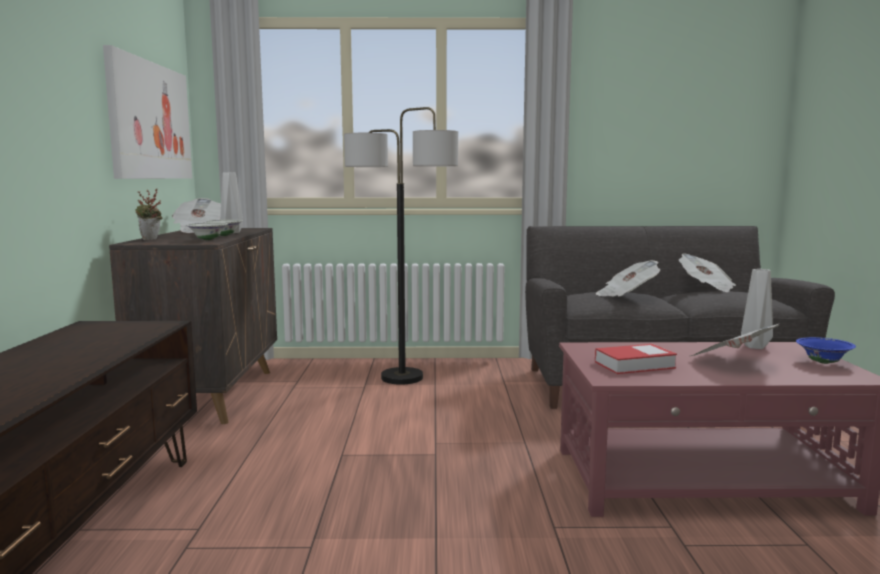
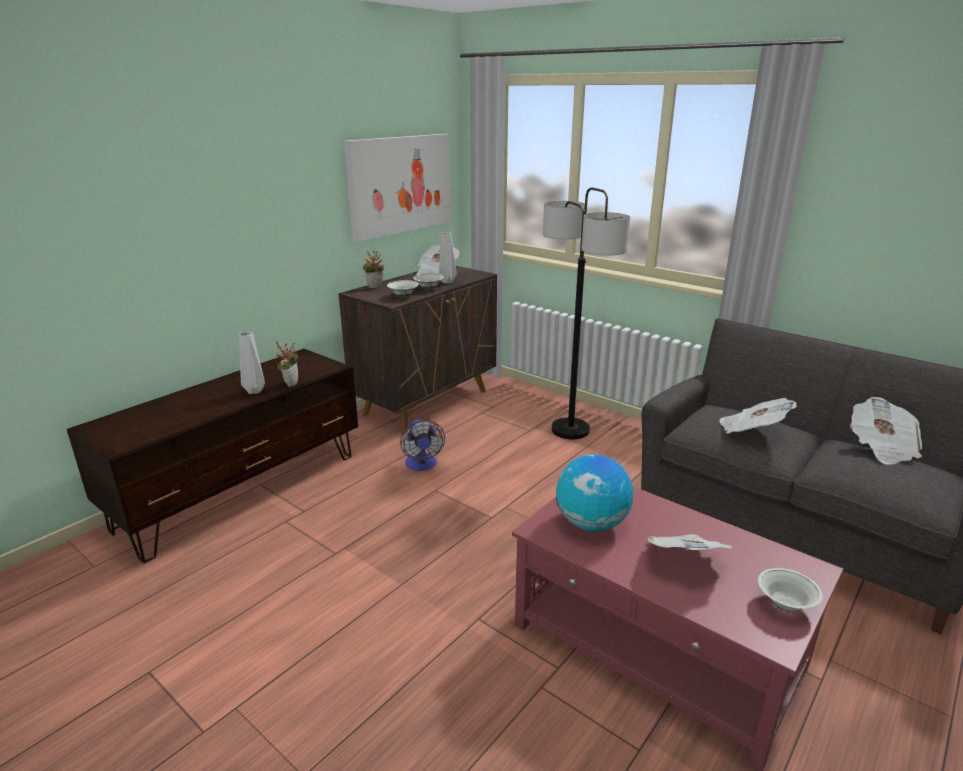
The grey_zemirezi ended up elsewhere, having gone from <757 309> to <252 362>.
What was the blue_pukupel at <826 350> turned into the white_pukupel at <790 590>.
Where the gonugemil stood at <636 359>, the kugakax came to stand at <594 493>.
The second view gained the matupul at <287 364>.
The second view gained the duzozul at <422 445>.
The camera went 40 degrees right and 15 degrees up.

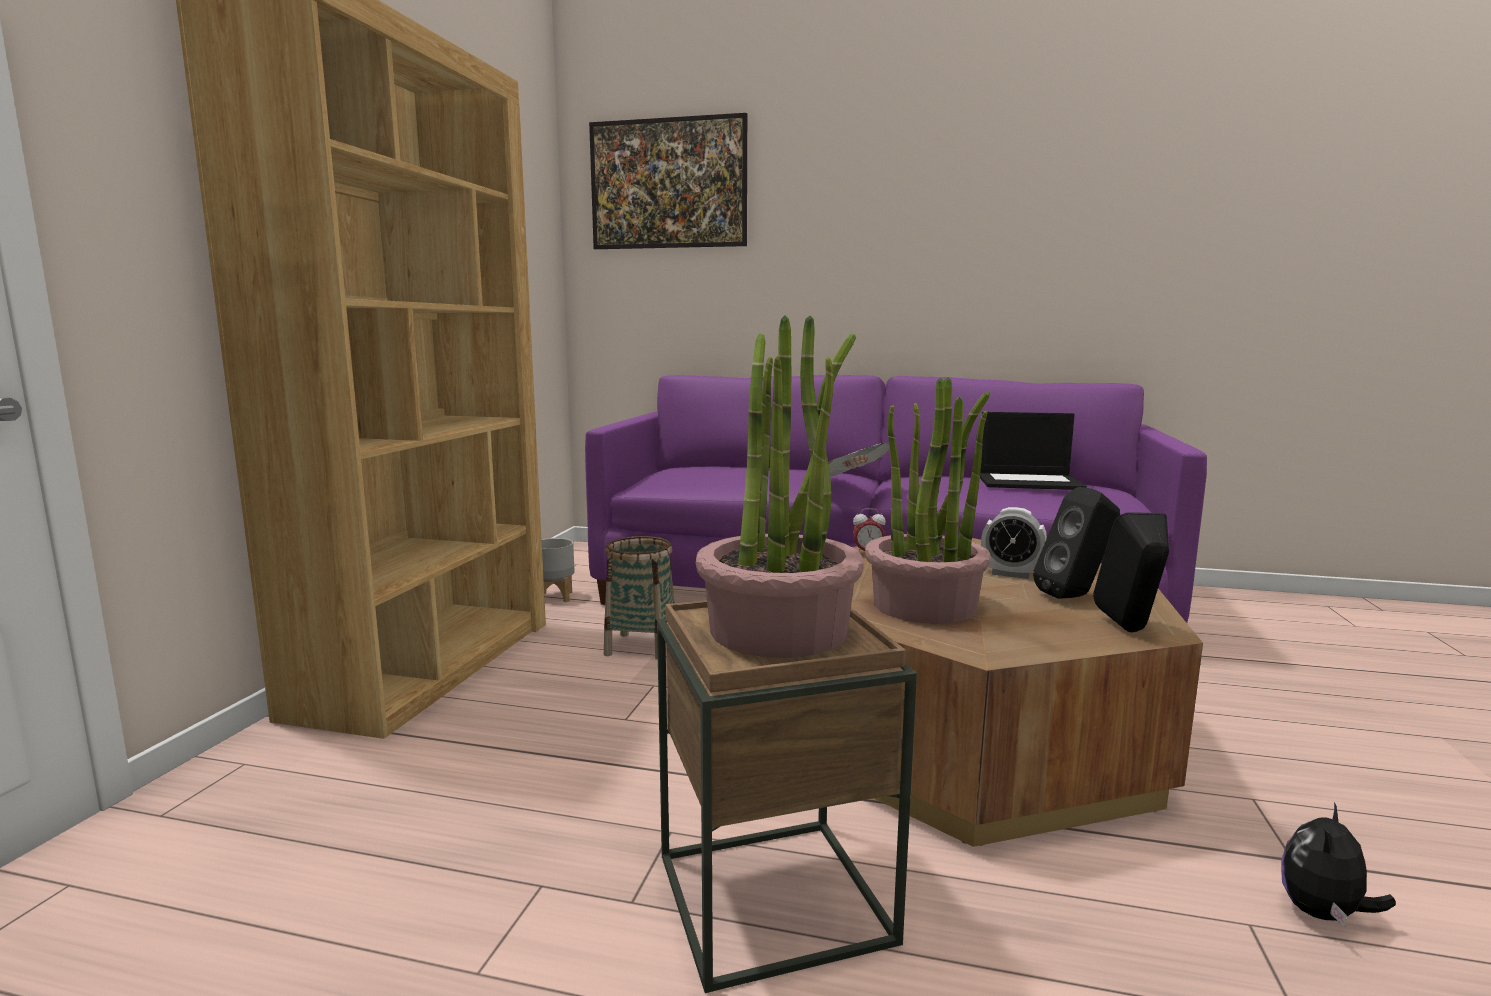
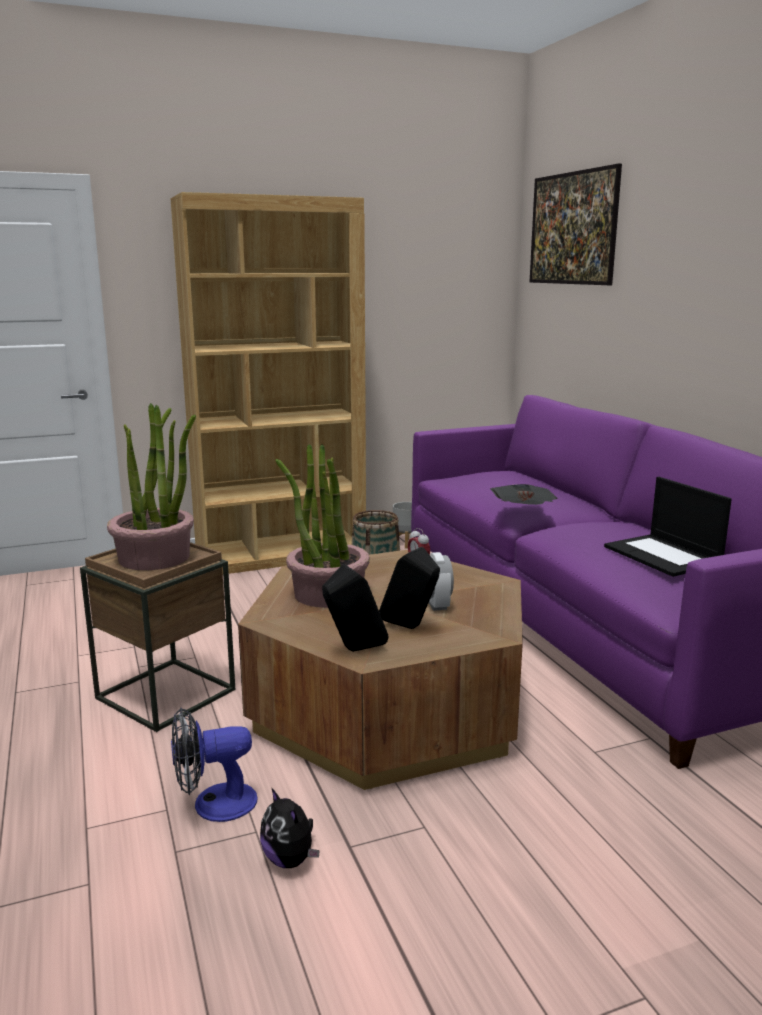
The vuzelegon at <1338 864> ended up facing another way, 135 degrees counterclockwise from before.
The second view gained the duzozul at <214 765>.
The camera went 55 degrees right and 5 degrees up.

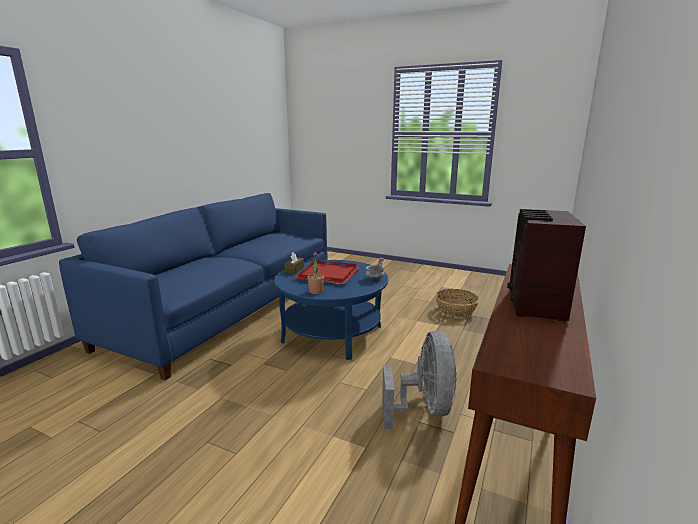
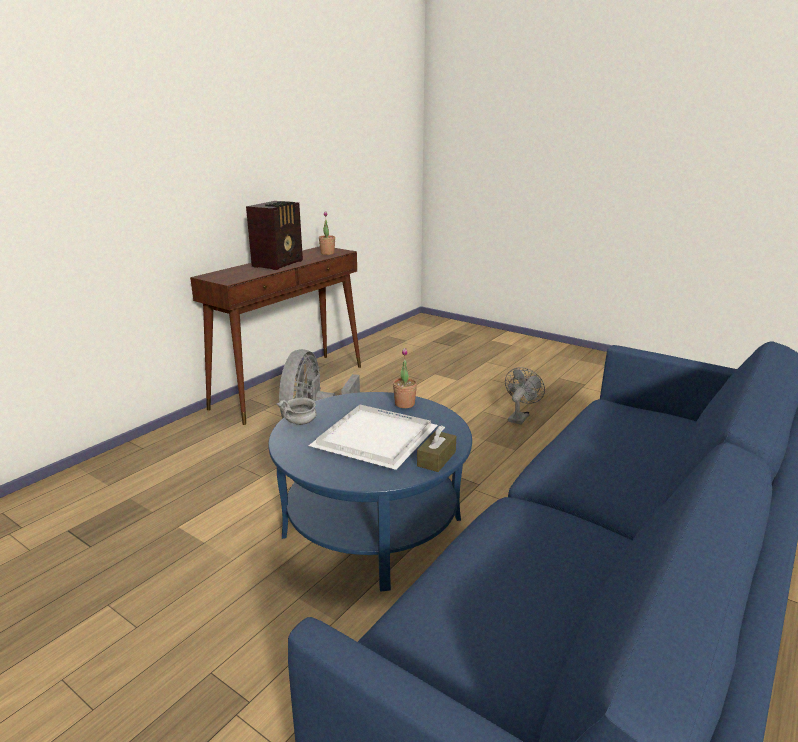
What was the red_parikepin at <327 272> turned into the white_parikepin at <373 437>.
The second view lost the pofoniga at <457 303>.
The second view gained the matupul at <327 233>.
The second view gained the grey_duzozul at <525 396>.
The camera went 170 degrees left and 5 degrees up.

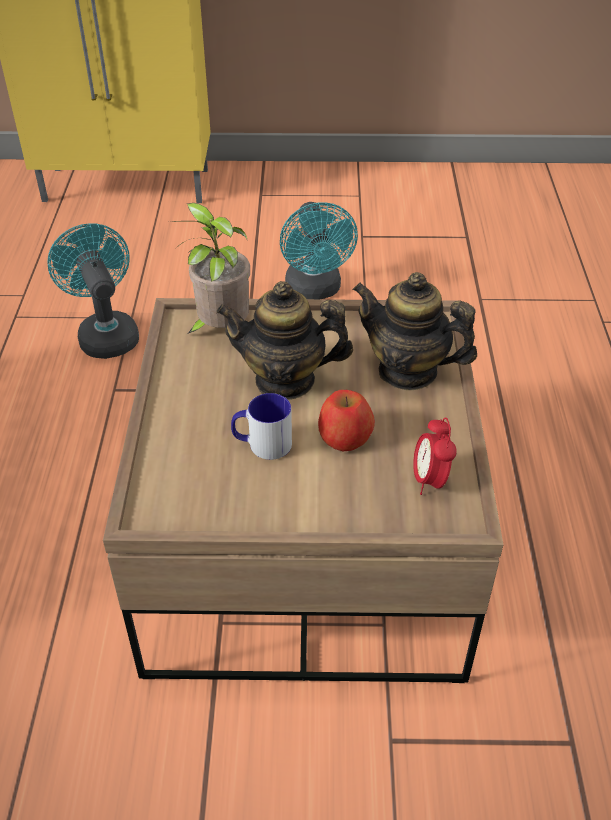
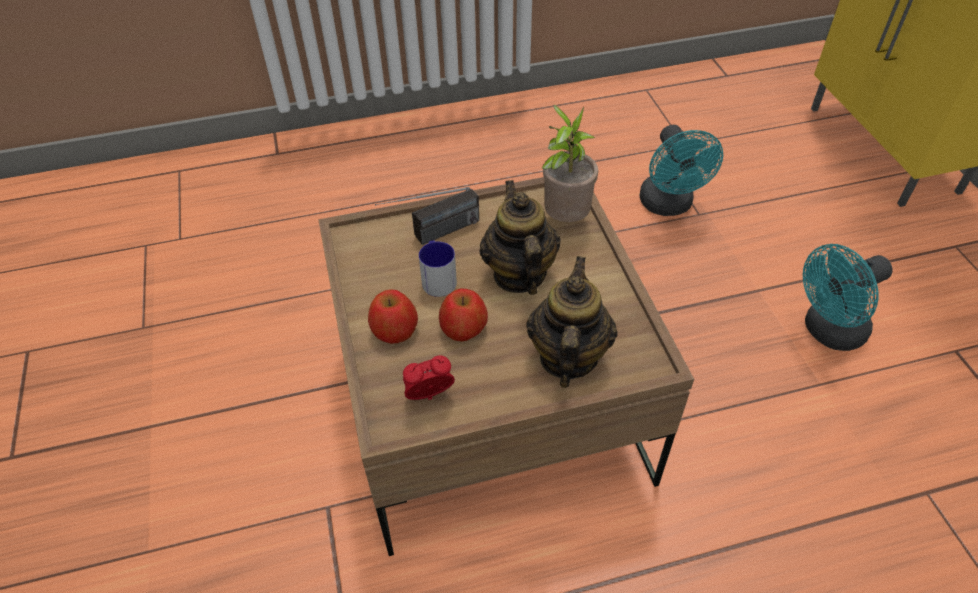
The turquoise_duzozul at <93 291> ended up facing another way, 120 degrees clockwise from before.
The second view gained the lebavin at <427 216>.
The second view gained the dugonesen at <393 316>.
The camera went 75 degrees right and 5 degrees up.

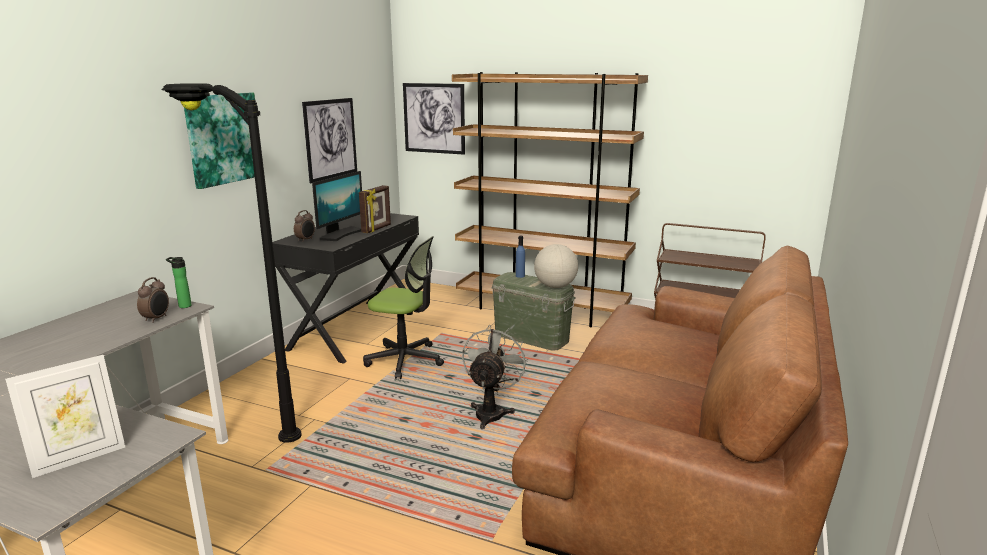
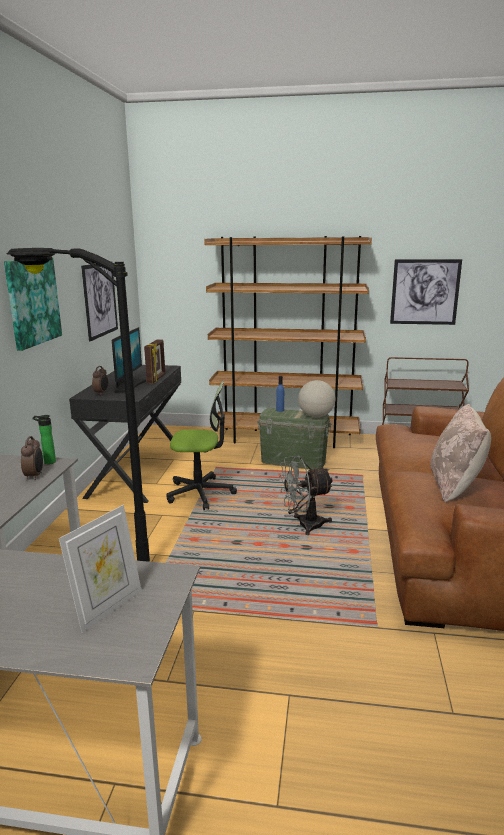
The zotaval ended up elsewhere, having gone from <434 119> to <426 292>.
The grey_duzozul at <495 377> ended up facing another way, 105 degrees counterclockwise from before.
The second view gained the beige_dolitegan at <461 453>.
The camera went 15 degrees left and 0 degrees up.

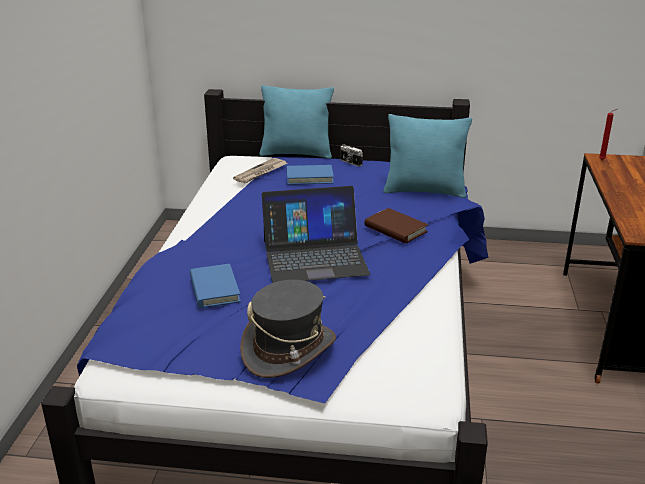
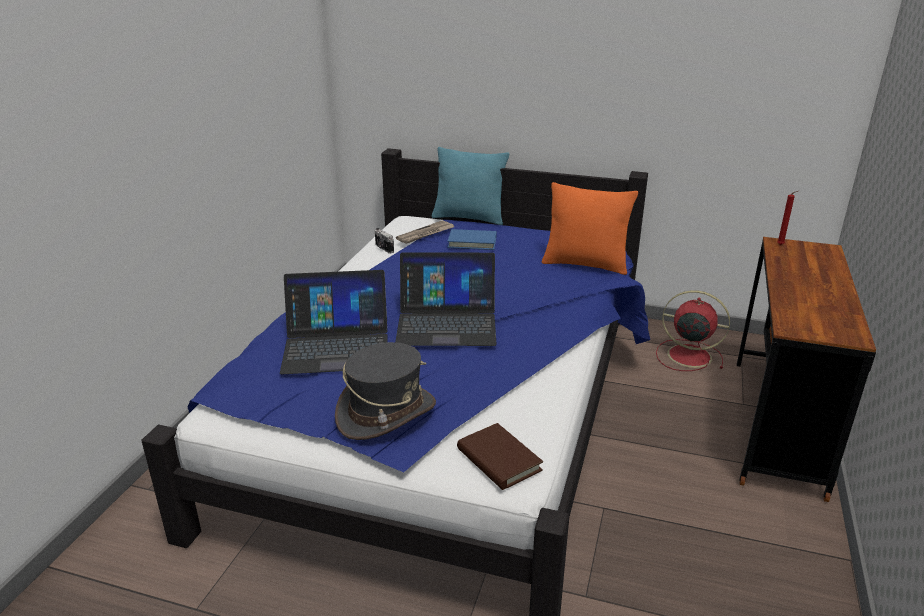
What was the turquoise_dolitegan at <427 156> turned into the orange_dolitegan at <590 228>.
The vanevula ended up elsewhere, having gone from <351 155> to <384 240>.
The brown_gonugemil ended up elsewhere, having gone from <396 226> to <500 456>.
Where the blue_gonugemil stood at <215 286>, the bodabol came to stand at <334 322>.
The second view gained the red_duzozul at <693 330>.
The camera went 10 degrees right and 0 degrees up.

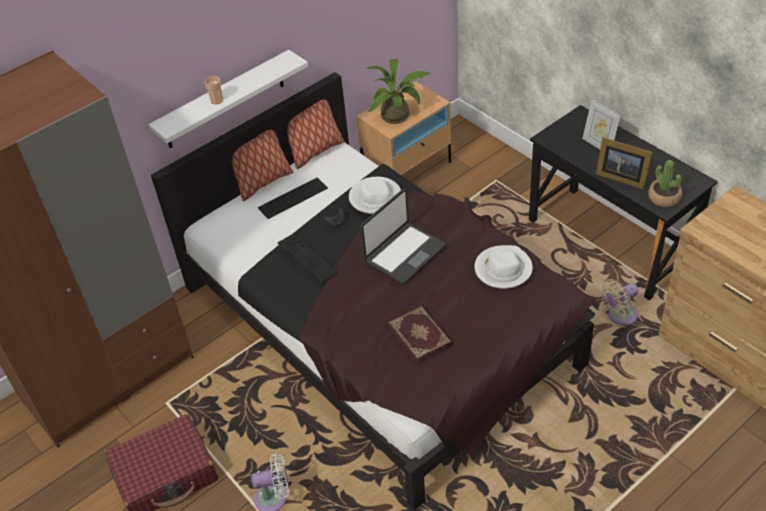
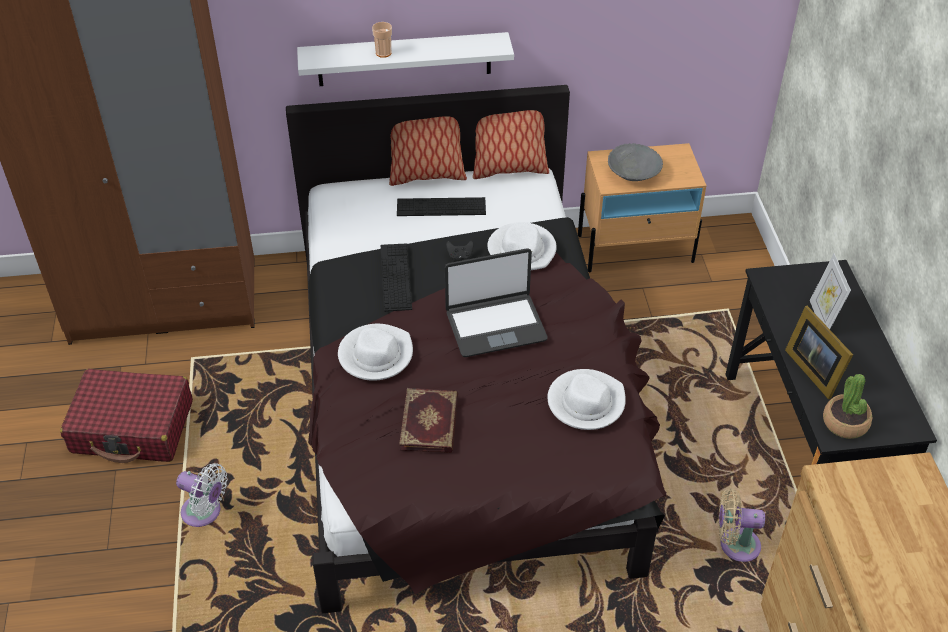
Where the matupul stood at <398 91>, the grey_pukupel came to stand at <635 162>.
The second view gained the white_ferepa at <375 352>.
The camera went 30 degrees right and 0 degrees up.

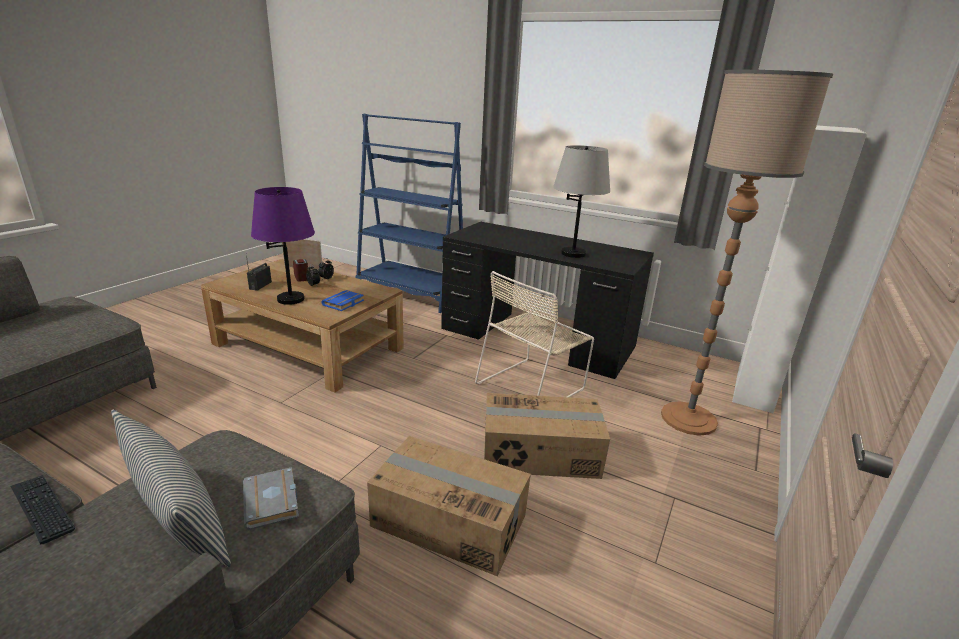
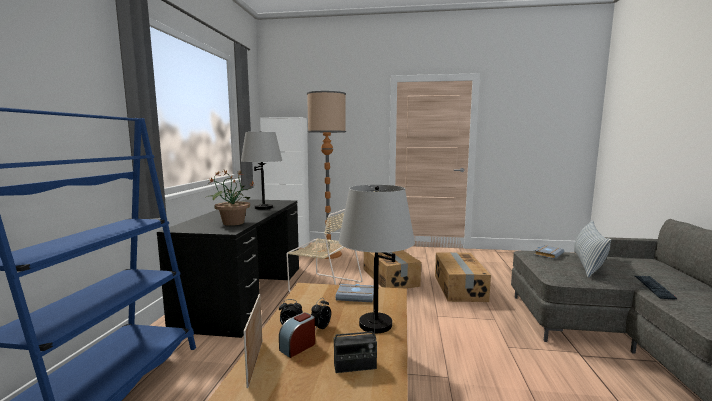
What was the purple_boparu at <283 246> turned into the grey_boparu at <376 259>.
What was the blue_gonugemil at <343 300> turned into the grey_gonugemil at <355 293>.
The second view gained the matupul at <230 197>.
The camera went 110 degrees left and 15 degrees down.

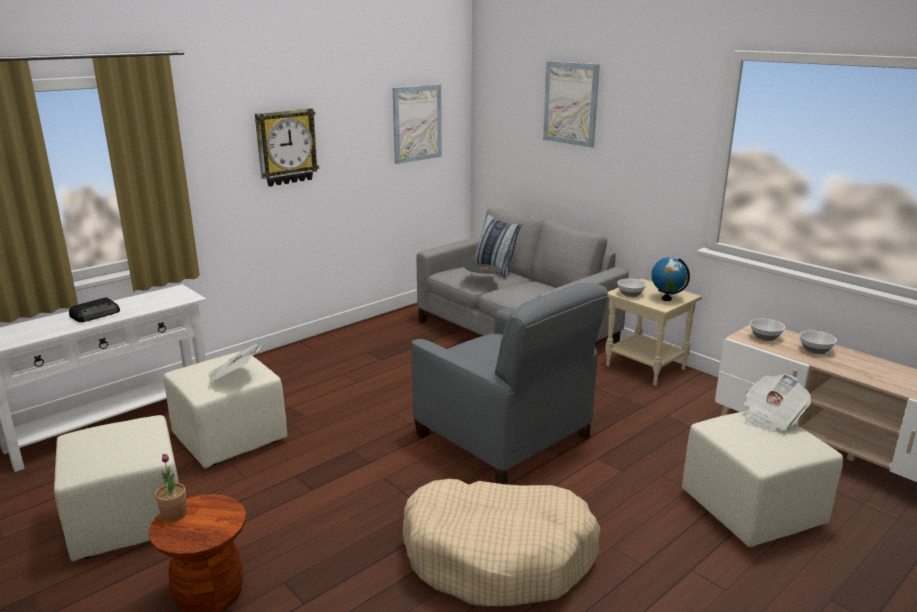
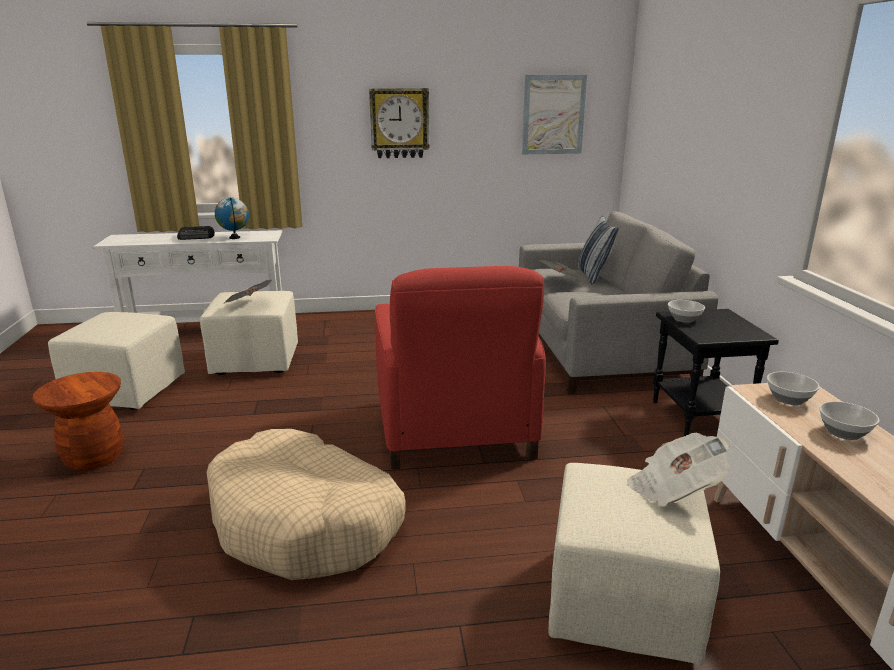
The second view lost the zotaval at <571 104>.
The kugakax ended up elsewhere, having gone from <670 279> to <232 218>.
What was the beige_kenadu at <653 332> turned into the black_kenadu at <716 372>.
What was the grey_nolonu at <510 383> turned into the red_nolonu at <460 367>.
The second view lost the matupul at <171 488>.
The camera went 35 degrees right and 0 degrees up.

